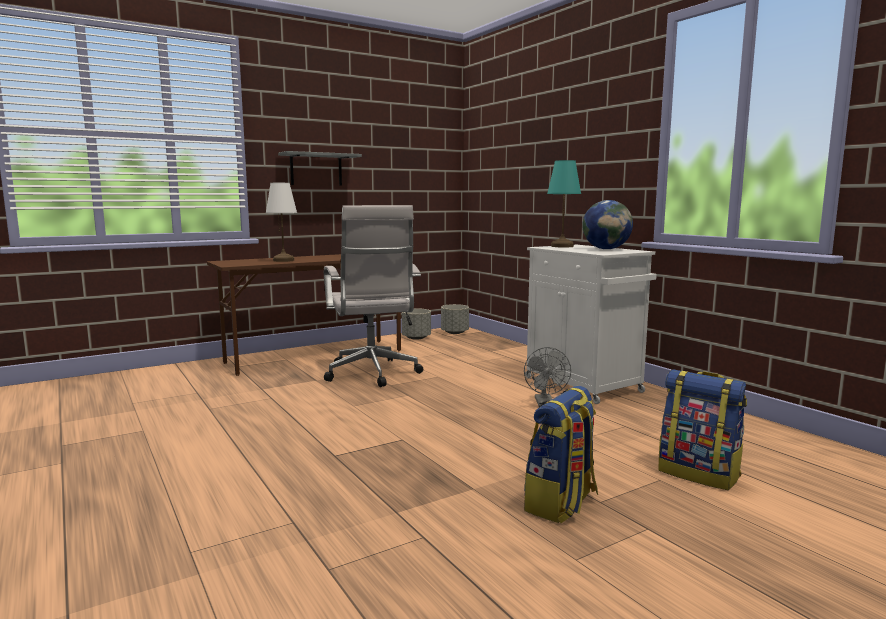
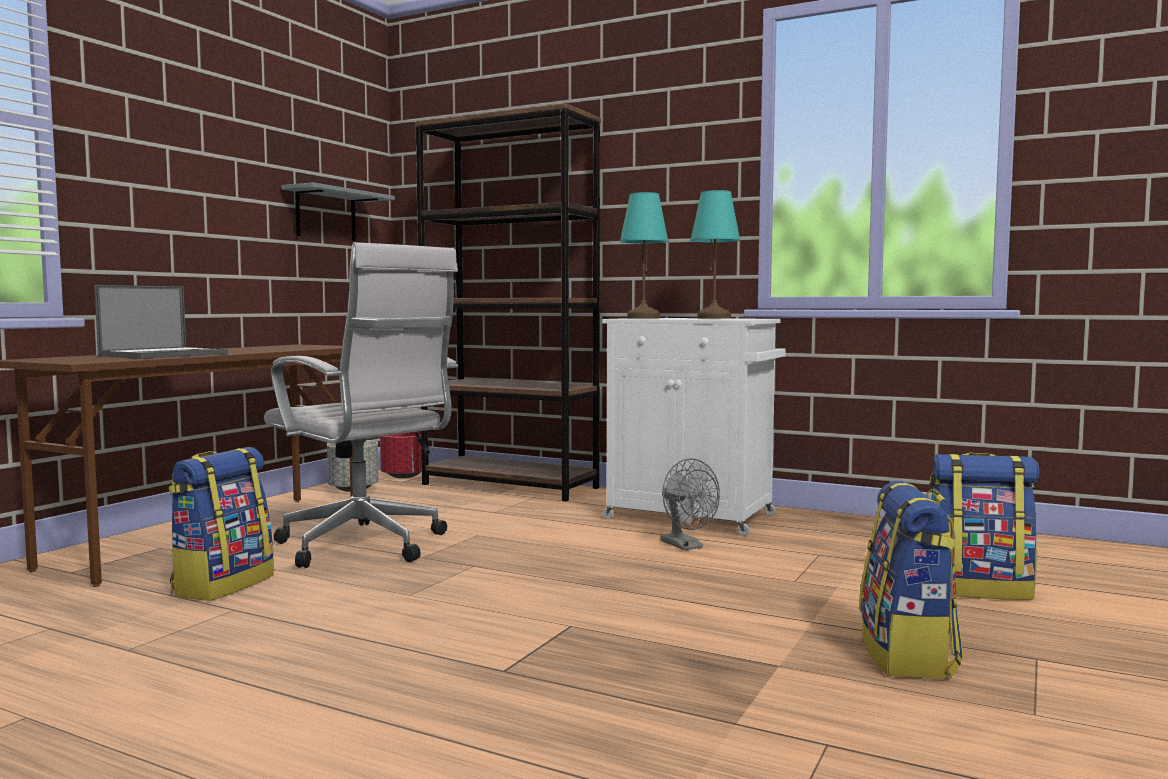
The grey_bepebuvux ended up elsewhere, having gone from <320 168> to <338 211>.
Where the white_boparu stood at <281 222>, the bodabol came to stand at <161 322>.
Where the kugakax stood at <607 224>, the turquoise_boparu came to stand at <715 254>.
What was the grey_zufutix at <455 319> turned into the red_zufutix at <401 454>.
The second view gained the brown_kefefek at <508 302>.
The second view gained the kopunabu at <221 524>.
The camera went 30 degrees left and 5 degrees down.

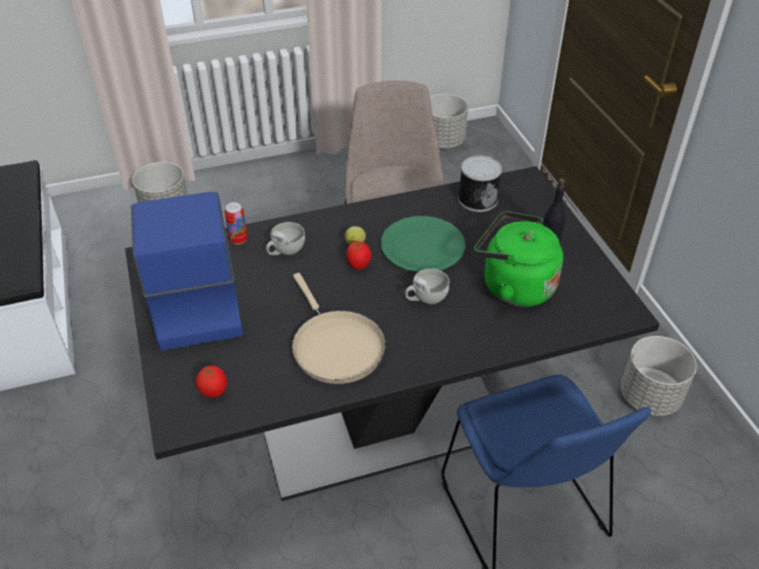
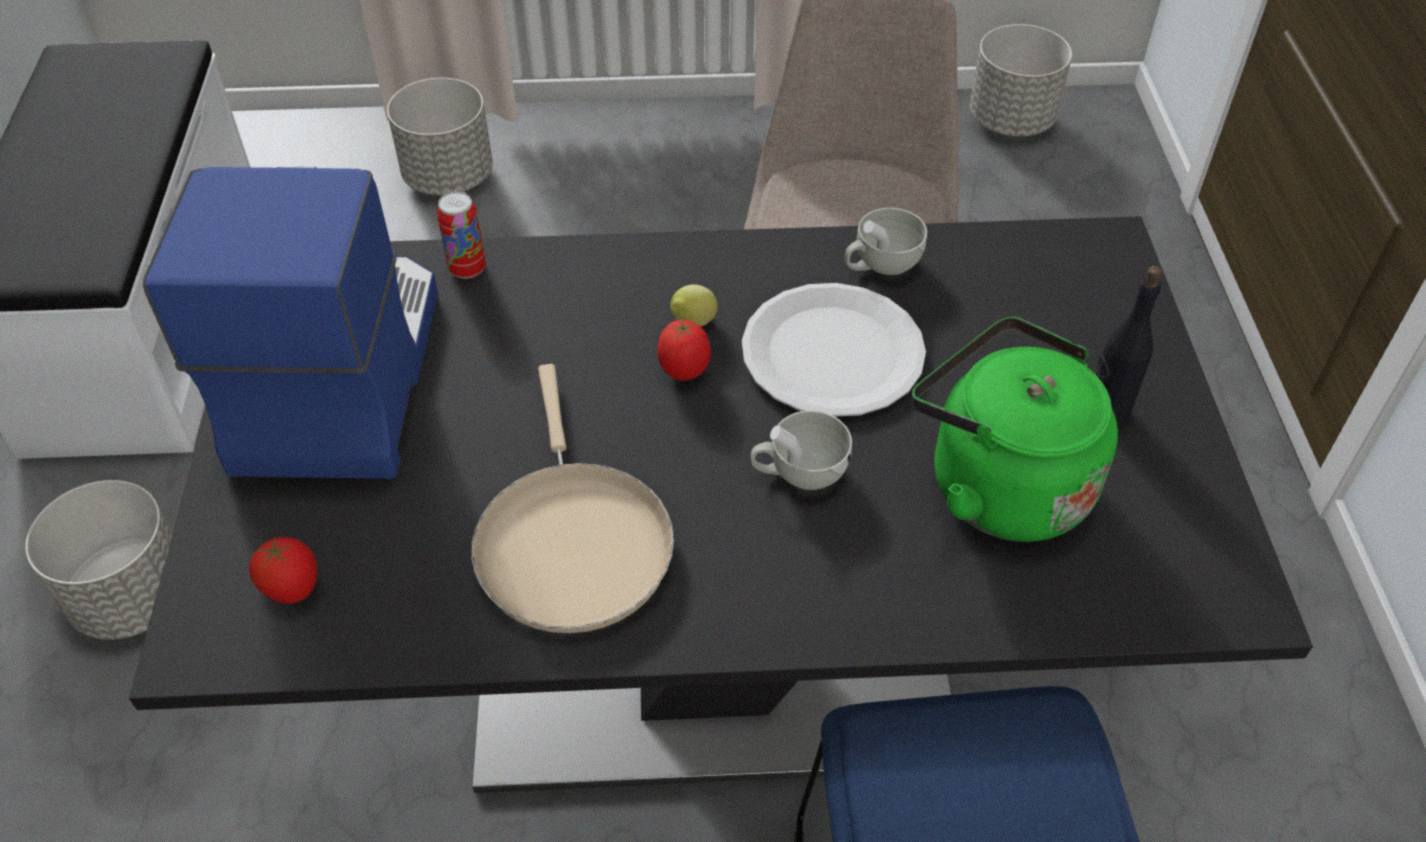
The second view lost the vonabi at <480 183>.
What was the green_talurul at <423 244> turned into the white_talurul at <834 350>.
The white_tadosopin ended up elsewhere, having gone from <285 239> to <885 241>.
The grey_zufutix ended up elsewhere, having gone from <658 376> to <99 560>.
The camera went 15 degrees right and 5 degrees up.

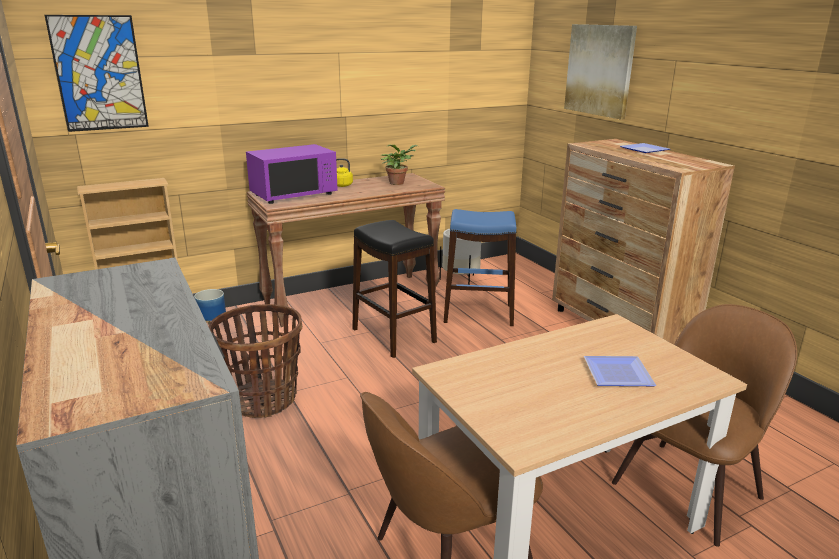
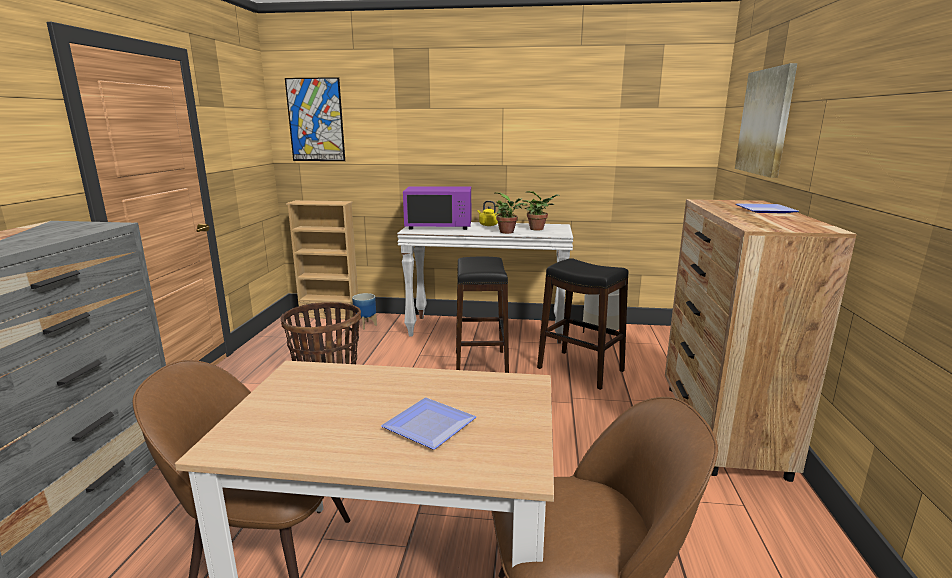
What was the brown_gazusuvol at <346 250> turned into the white_gazusuvol at <485 283>.
What was the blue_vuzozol at <480 267> turned into the black_vuzozol at <582 324>.
The second view gained the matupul at <509 213>.
The camera went 35 degrees right and 5 degrees down.

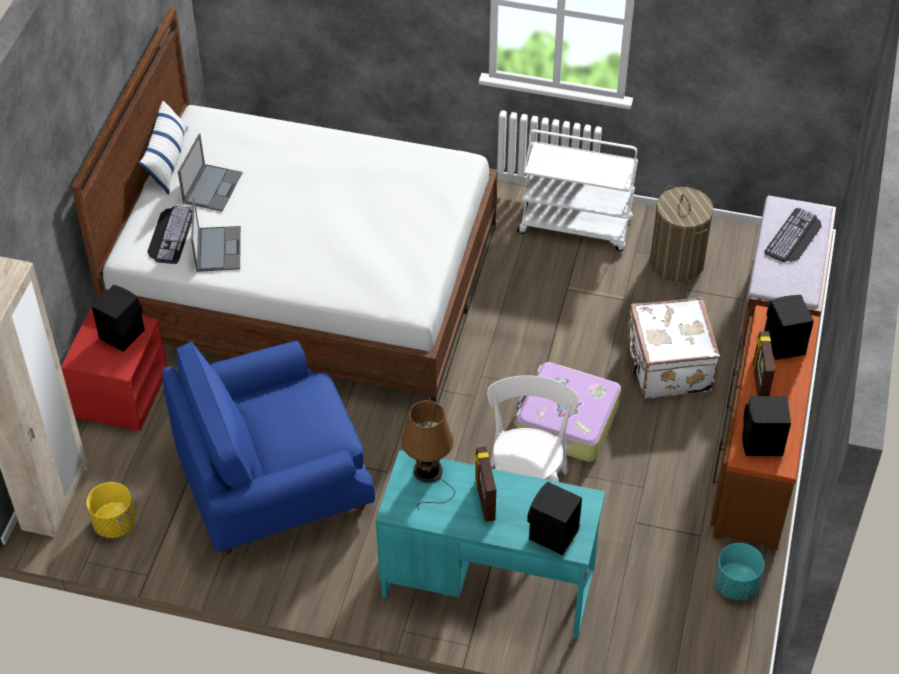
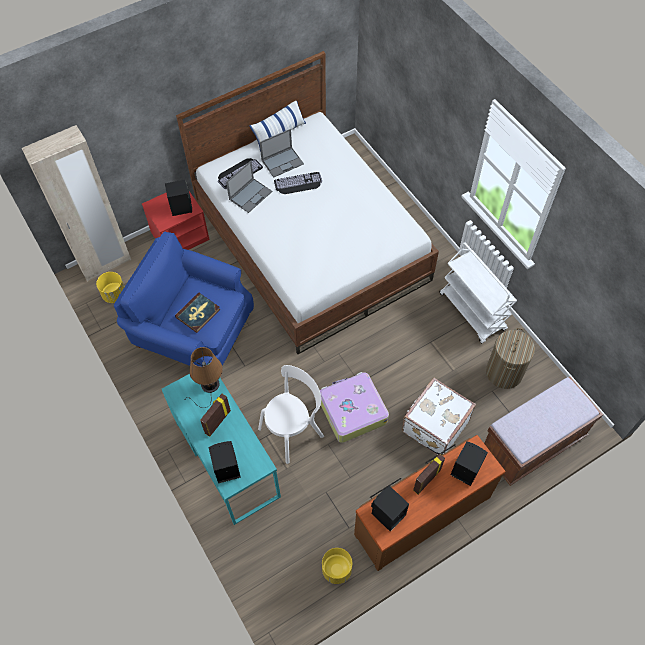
The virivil ended up elsewhere, having gone from <793 235> to <298 183>.
What was the turquoise_zufutix at <740 572> turned into the yellow_zufutix at <337 566>.
The second view gained the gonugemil at <197 312>.
The camera went 45 degrees right and 10 degrees up.

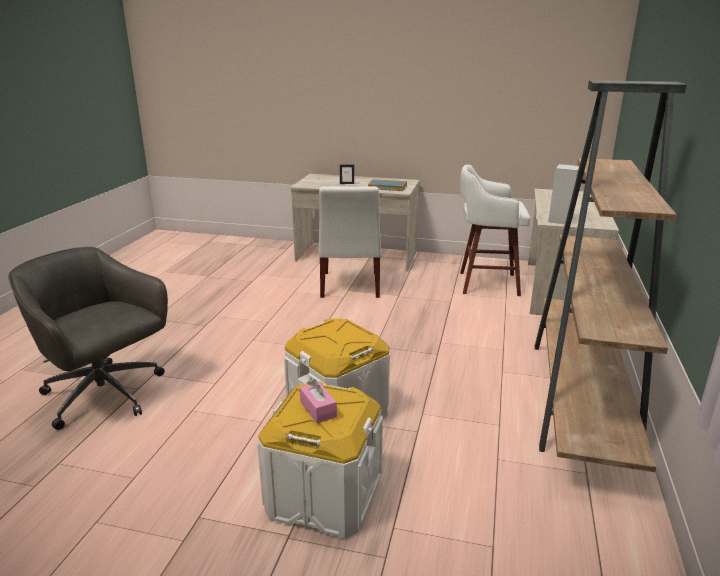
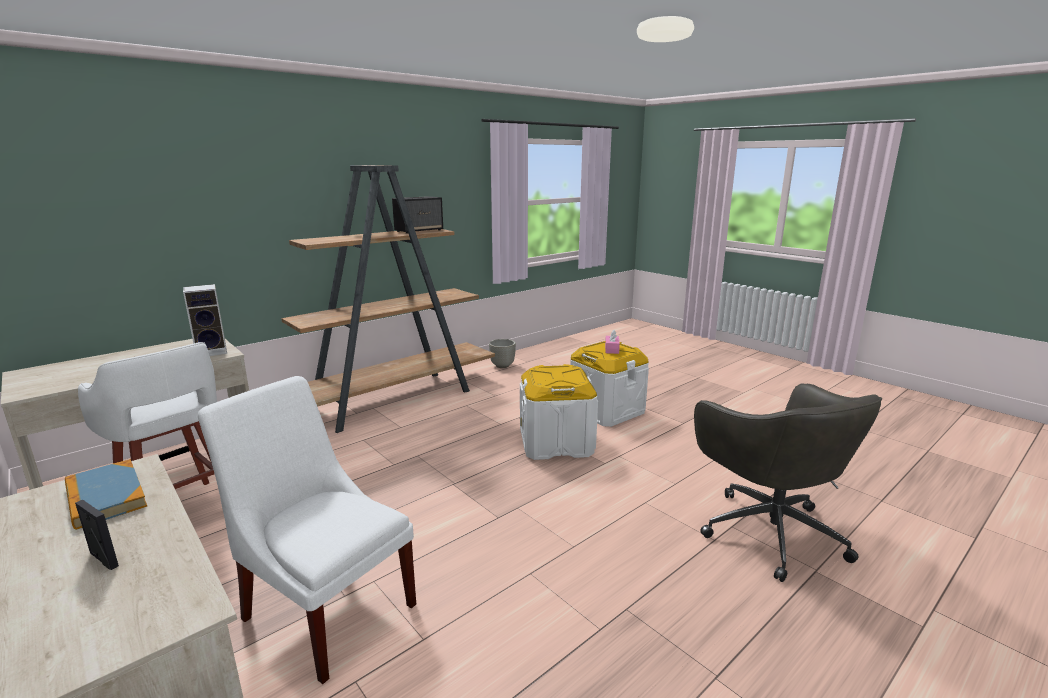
The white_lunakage at <350 242> ended up facing another way, 90 degrees counterclockwise from before.
The second view gained the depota at <417 215>.
The second view gained the grey_zufutix at <502 353>.
The camera went 145 degrees left and 5 degrees down.

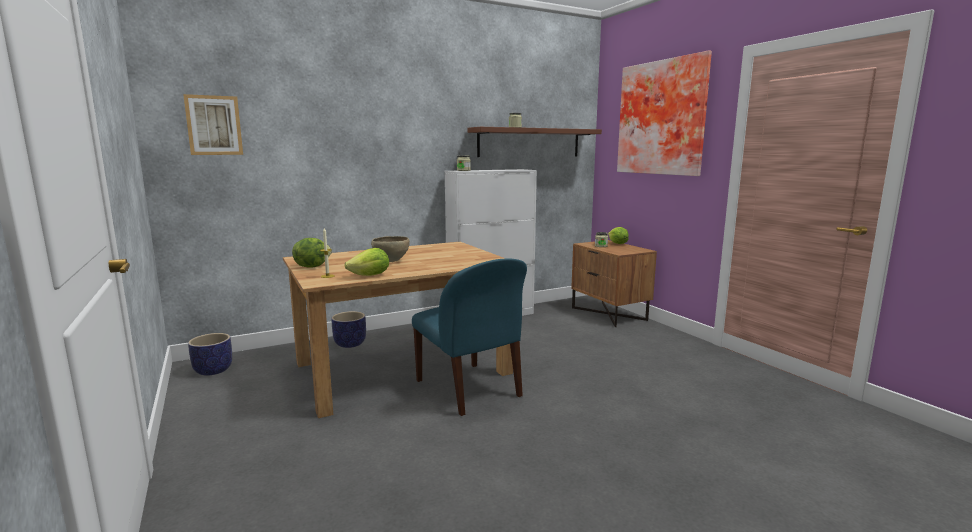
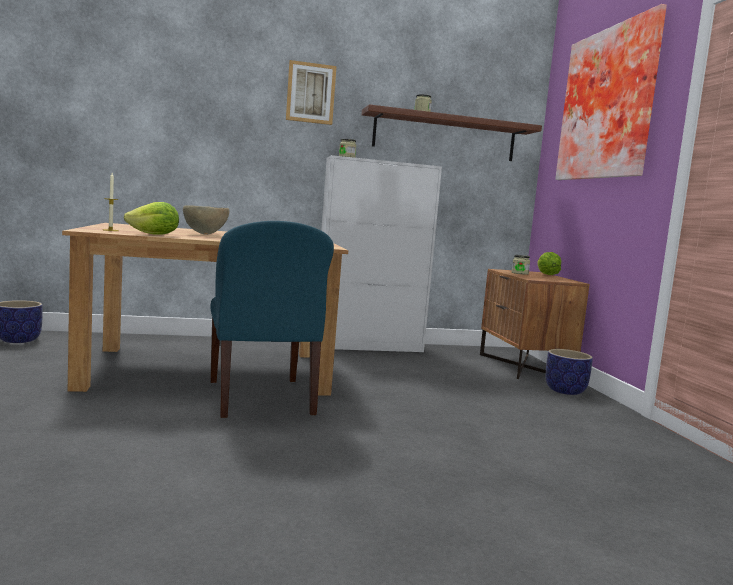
The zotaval ended up elsewhere, having gone from <213 124> to <311 92>.
The second view lost the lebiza at <312 253>.
The zufutix ended up elsewhere, having gone from <349 329> to <569 372>.
The camera went 15 degrees right and 5 degrees down.

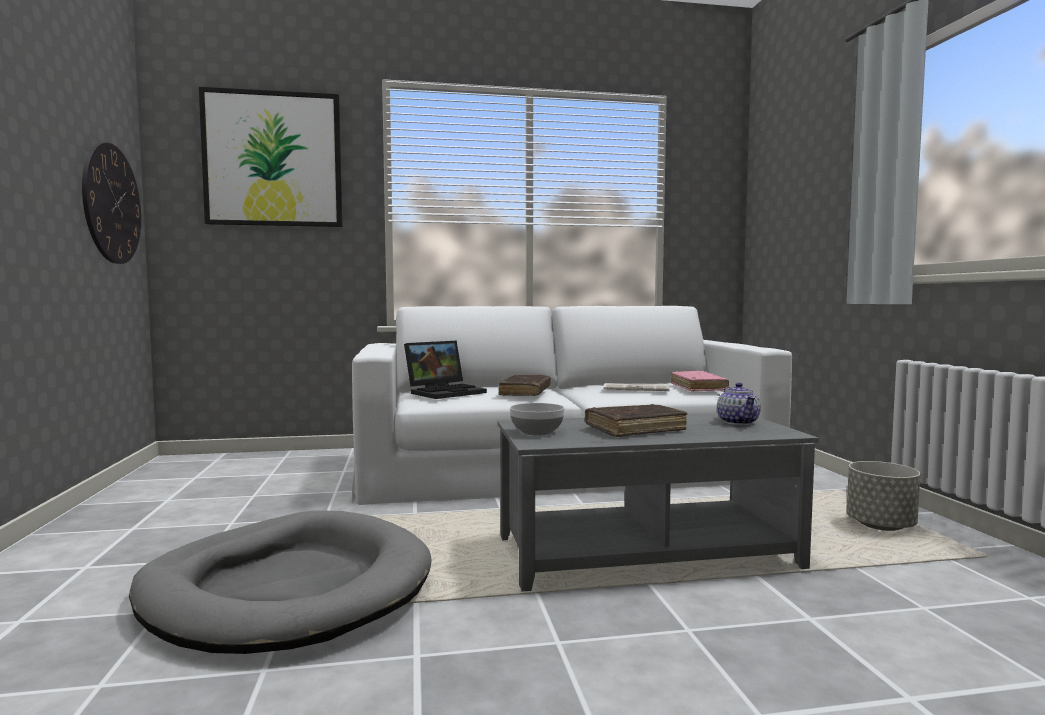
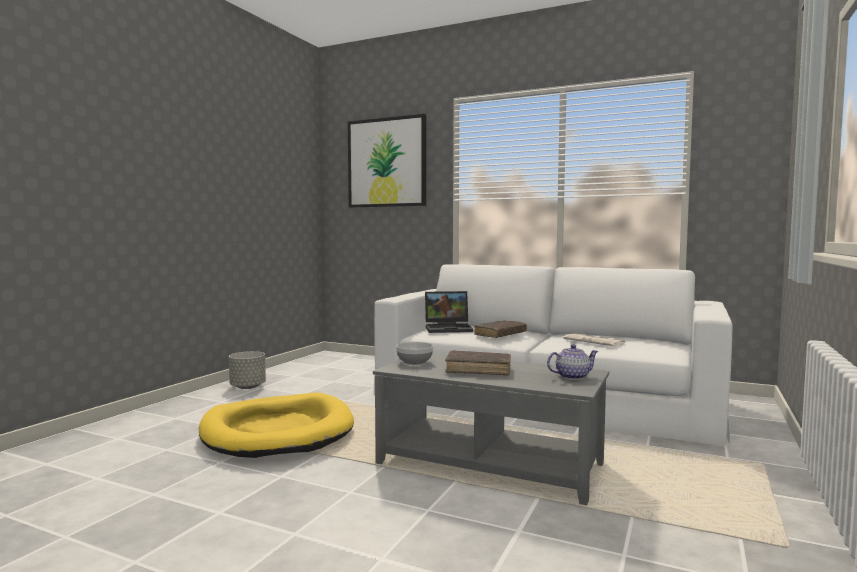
The second view lost the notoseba at <111 203>.
The second view lost the pink_gonugemil at <700 381>.
The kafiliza at <739 403> ended up facing another way, 135 degrees counterclockwise from before.
The grey_zufutix ended up elsewhere, having gone from <883 496> to <247 370>.
What was the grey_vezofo at <280 582> turned into the yellow_vezofo at <276 425>.
The camera went 35 degrees right and 0 degrees up.

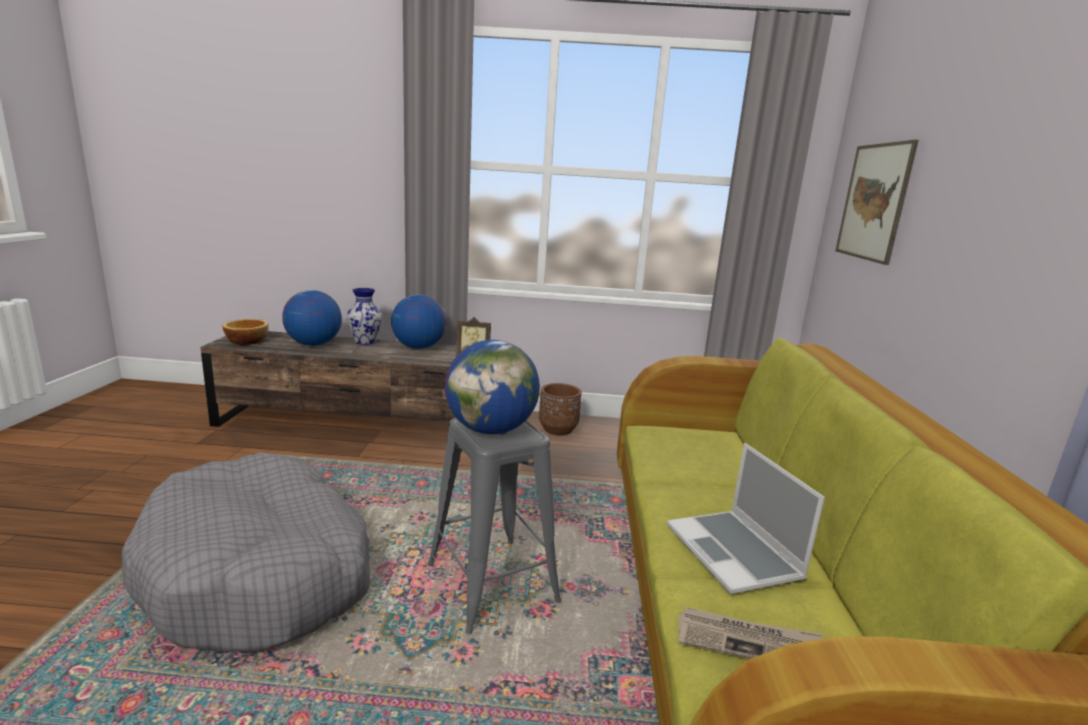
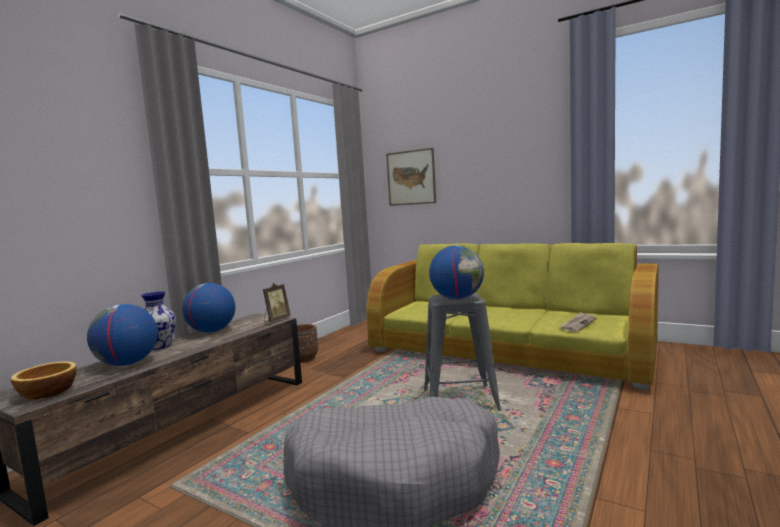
The second view lost the bodabol at <746 518>.
The camera went 60 degrees left and 10 degrees down.

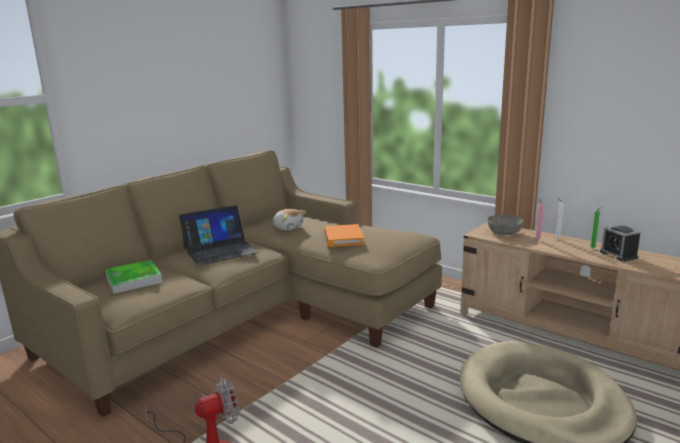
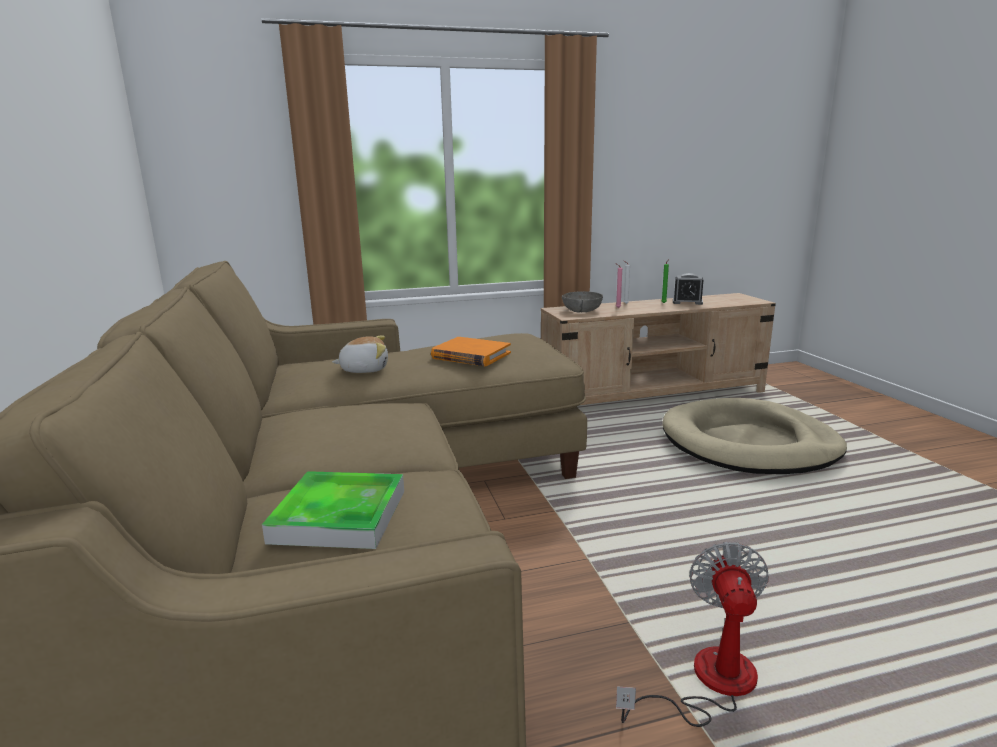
The second view lost the bodabol at <219 235>.
The camera went 55 degrees left and 0 degrees up.

